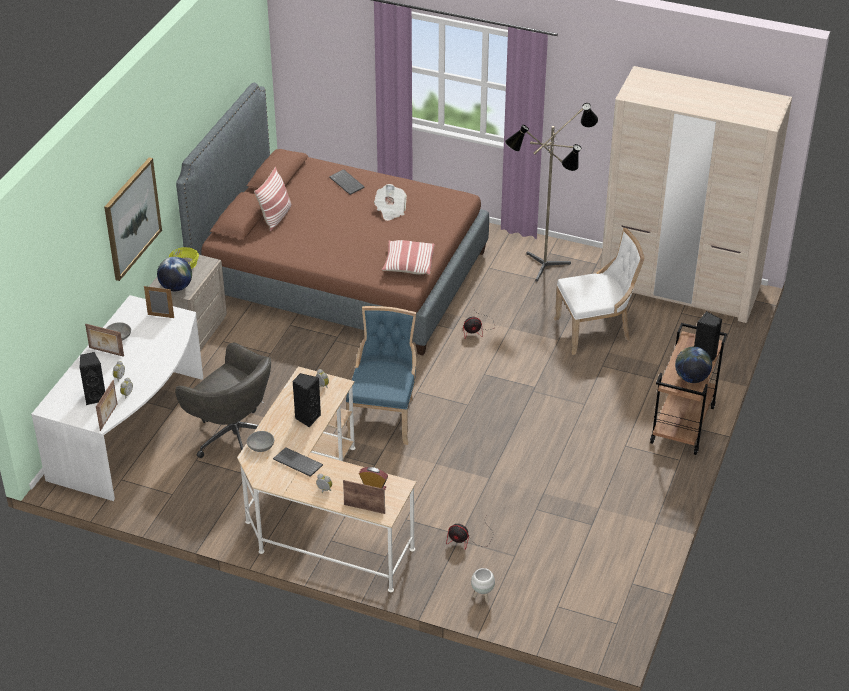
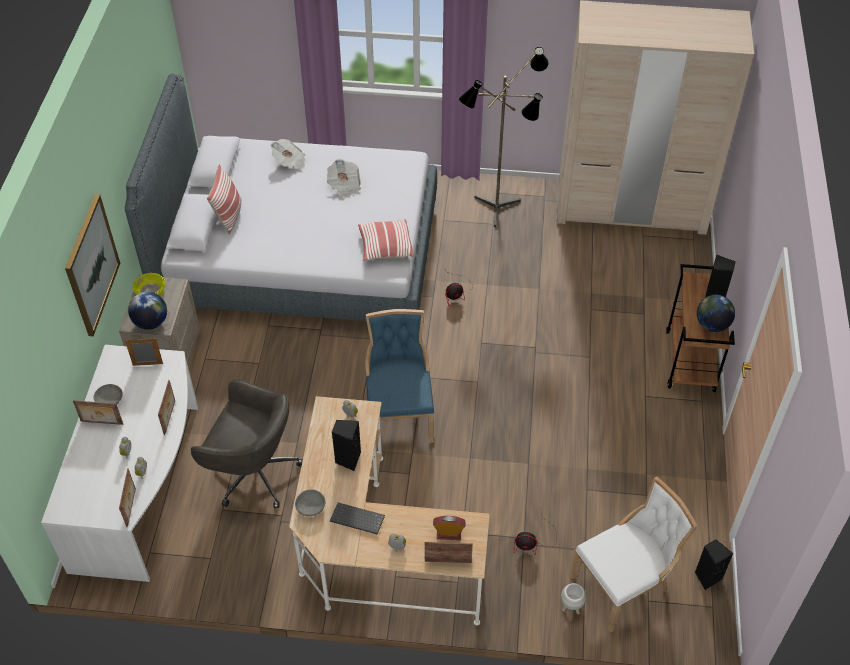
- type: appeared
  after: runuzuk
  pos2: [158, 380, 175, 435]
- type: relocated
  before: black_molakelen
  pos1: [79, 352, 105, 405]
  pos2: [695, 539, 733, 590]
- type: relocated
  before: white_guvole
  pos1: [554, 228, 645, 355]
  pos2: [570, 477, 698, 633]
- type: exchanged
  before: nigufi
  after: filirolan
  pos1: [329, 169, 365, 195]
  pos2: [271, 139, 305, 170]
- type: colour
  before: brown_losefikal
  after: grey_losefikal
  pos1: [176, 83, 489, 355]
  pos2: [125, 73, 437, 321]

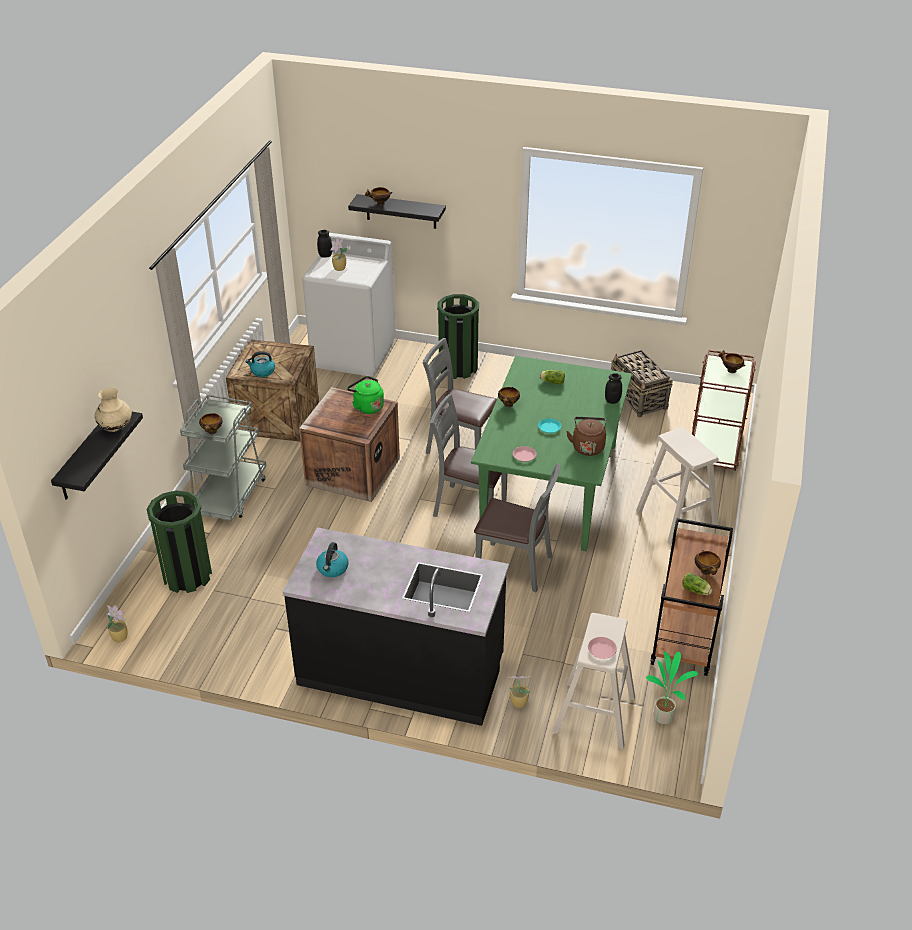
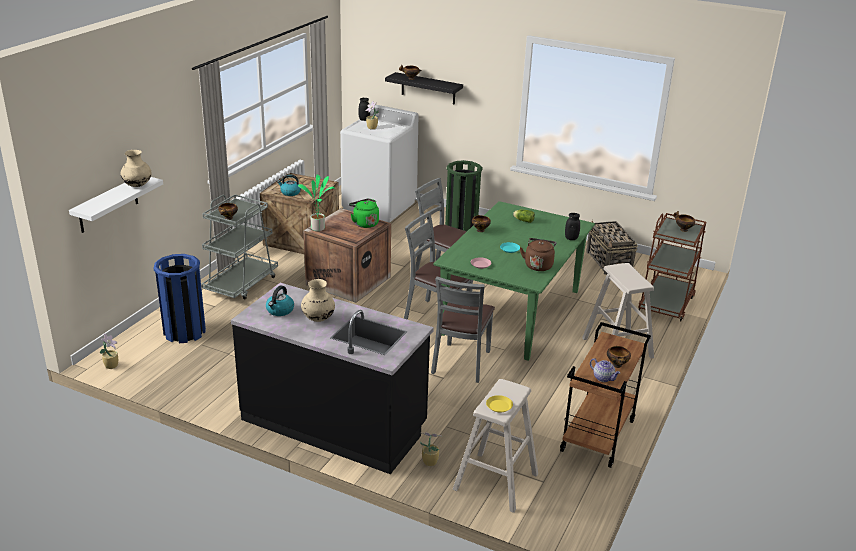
- type: appeared
  after: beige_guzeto
  pos2: [301, 279, 335, 322]
- type: relocated
  before: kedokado
  pos1: [646, 651, 698, 724]
  pos2: [298, 174, 335, 231]
- type: exchanged
  before: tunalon
  after: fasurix
  pos1: [682, 573, 712, 595]
  pos2: [590, 358, 620, 382]
- type: colour
  before: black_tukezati
  after: white_tukezati
  pos1: [51, 412, 143, 500]
  pos2: [69, 177, 163, 233]
- type: colour
  before: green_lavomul
  after: blue_lavomul
  pos1: [147, 490, 212, 593]
  pos2: [154, 254, 206, 343]
- type: colour
  before: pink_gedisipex
  after: yellow_gedisipex
  pos1: [588, 637, 617, 659]
  pos2: [486, 395, 513, 413]
- type: spun
  before: grey_guvole
  pos1: [474, 463, 561, 592]
  pos2: [431, 276, 495, 383]
  turn: 75

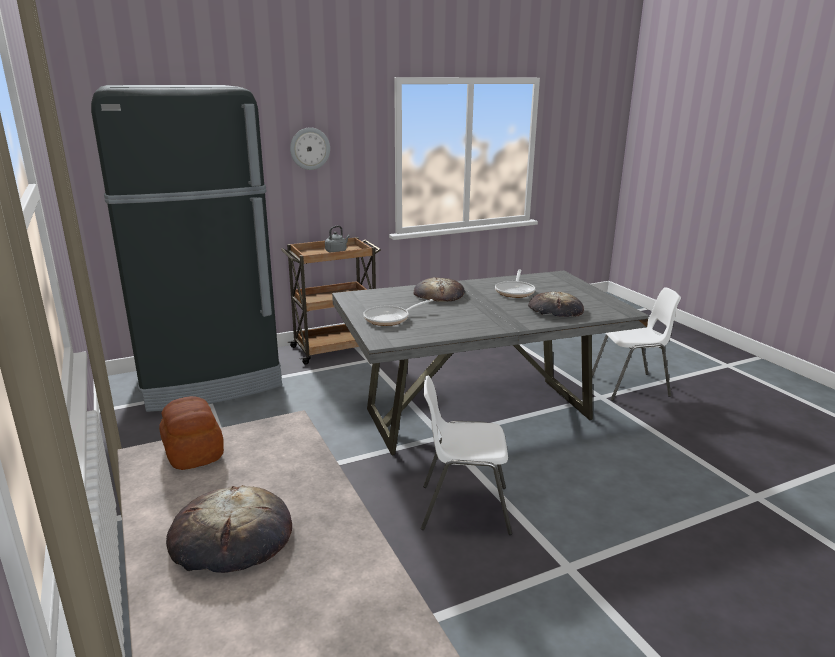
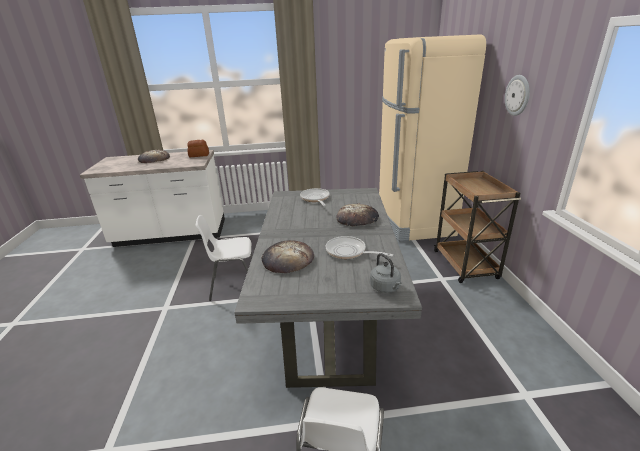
- type: relocated
  before: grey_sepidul
  pos1: [325, 226, 350, 253]
  pos2: [370, 253, 402, 293]
- type: colour
  before: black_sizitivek
  after: beige_sizitivek
  pos1: [91, 85, 282, 412]
  pos2: [379, 34, 486, 241]
- type: spun
  before: white_guvole
  pos1: [421, 375, 512, 535]
  pos2: [196, 215, 253, 301]
  turn: -120

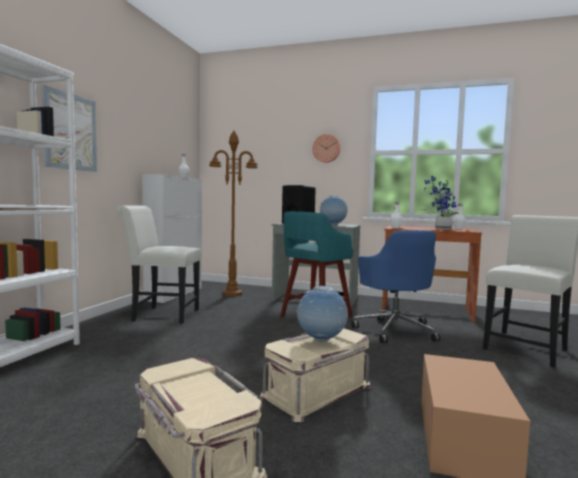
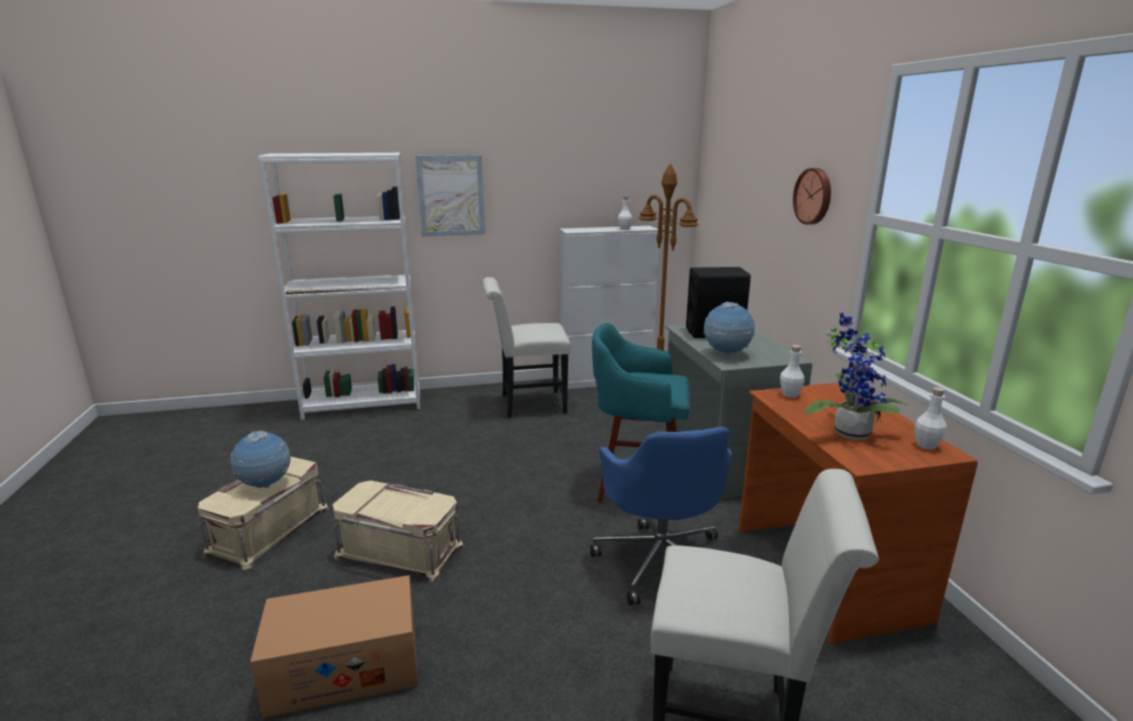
- type: relocated
  before: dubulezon
  pos1: [297, 286, 348, 342]
  pos2: [231, 431, 291, 488]
- type: spun
  before: white_guvole
  pos1: [116, 205, 202, 324]
  pos2: [482, 277, 571, 418]
  turn: -75
- type: spun
  before: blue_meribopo
  pos1: [351, 230, 440, 343]
  pos2: [590, 426, 732, 605]
  turn: -60

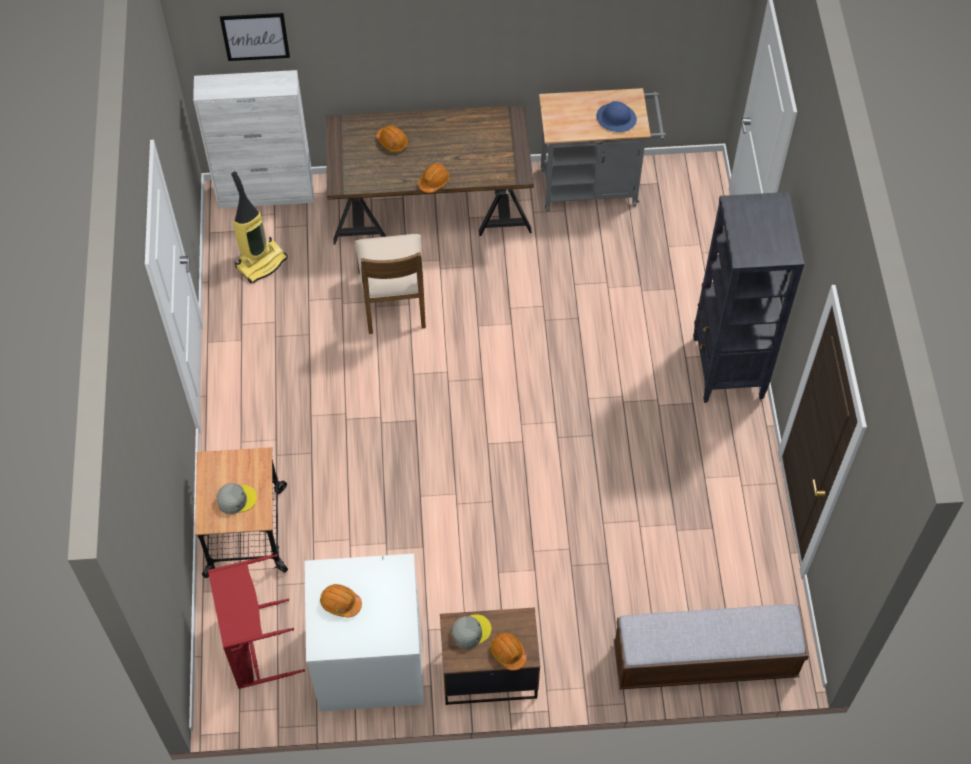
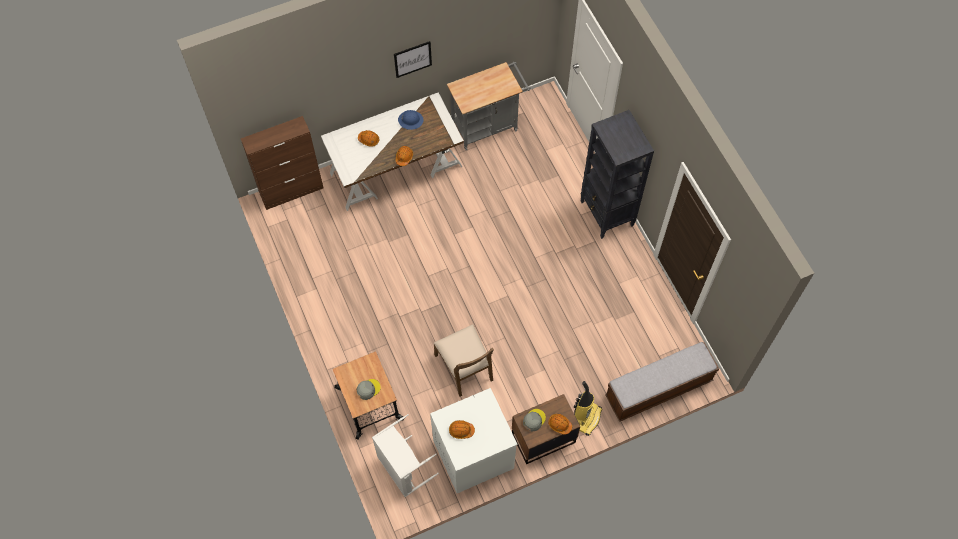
- type: relocated
  before: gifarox
  pos1: [220, 13, 290, 61]
  pos2: [394, 41, 432, 78]
- type: relocated
  before: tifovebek
  pos1: [231, 171, 288, 283]
  pos2: [574, 381, 602, 436]
- type: relocated
  before: brown_guvole
  pos1: [354, 234, 426, 334]
  pos2: [434, 325, 494, 396]
- type: relocated
  before: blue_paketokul
  pos1: [597, 101, 637, 132]
  pos2: [398, 110, 423, 130]
- type: colour
  before: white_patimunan
  after: brown_patimunan
  pos1: [193, 70, 314, 208]
  pos2: [241, 116, 324, 210]
- type: colour
  before: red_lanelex
  after: white_lanelex
  pos1: [208, 554, 305, 689]
  pos2: [372, 414, 439, 497]
- type: colour
  before: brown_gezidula
  after: white_gezidula
  pos1: [325, 105, 534, 245]
  pos2: [321, 92, 464, 211]

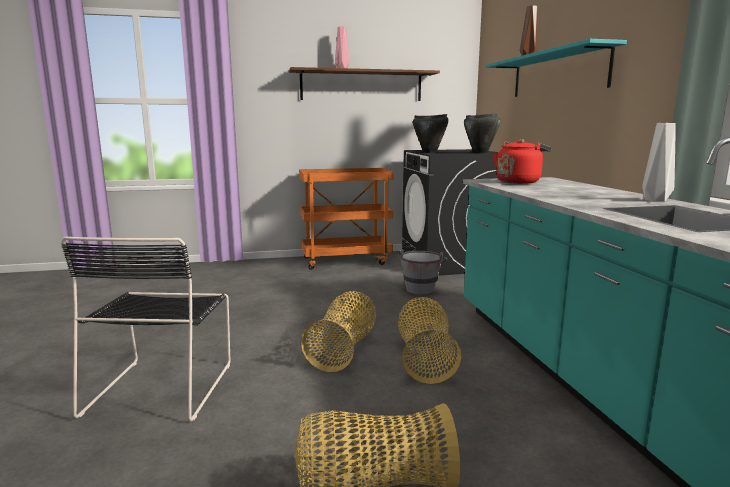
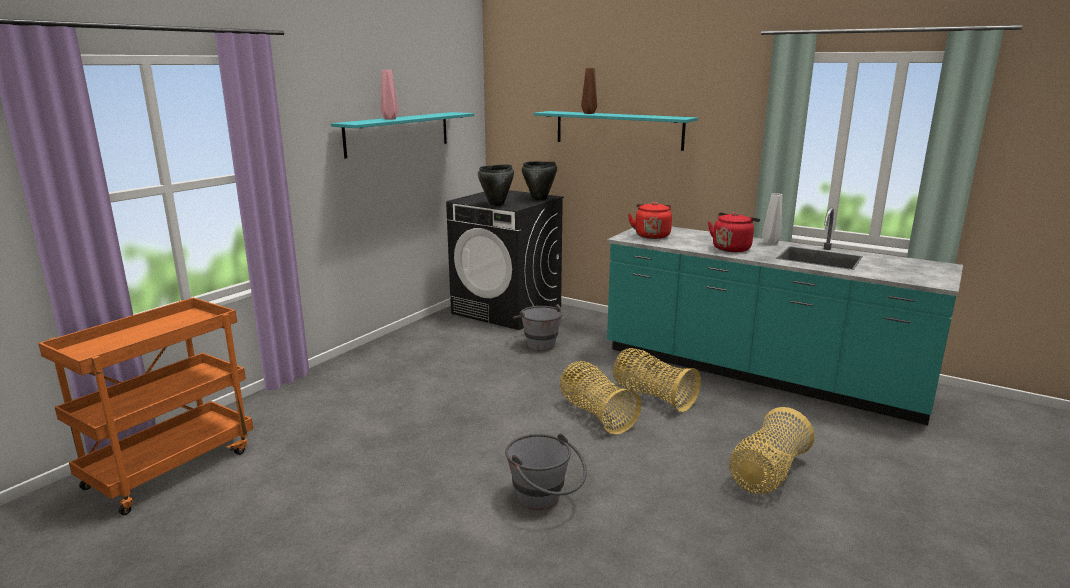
- type: appeared
  after: red_sepidul
  pos2: [708, 212, 760, 252]
- type: relocated
  before: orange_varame
  pos1: [299, 168, 394, 270]
  pos2: [38, 297, 253, 515]
- type: exchanged
  before: black_guvole
  after: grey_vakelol
  pos1: [61, 237, 230, 422]
  pos2: [505, 433, 587, 510]
- type: colour
  before: brown_tukezati
  after: turquoise_tukezati
  pos1: [289, 67, 440, 101]
  pos2: [331, 112, 474, 159]

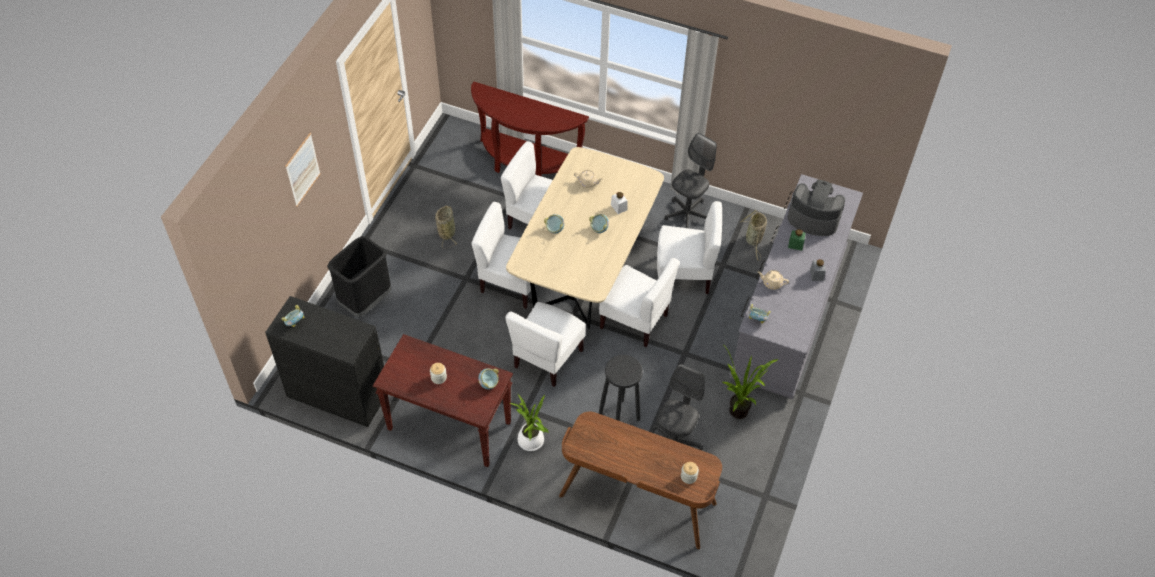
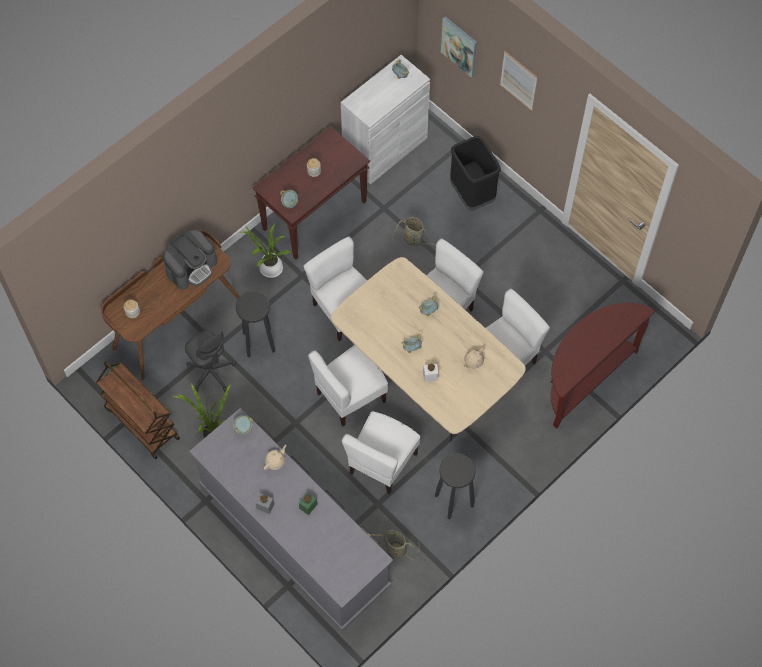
- type: appeared
  after: brown_varame
  pos2: [96, 361, 180, 459]
- type: appeared
  after: gifarox
  pos2: [441, 16, 477, 77]
- type: relocated
  before: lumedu
  pos1: [435, 205, 457, 247]
  pos2: [392, 217, 436, 247]
- type: relocated
  before: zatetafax
  pos1: [787, 180, 845, 236]
  pos2: [163, 230, 217, 290]
- type: exchanged
  before: grey_meribopo
  after: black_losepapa
  pos1: [664, 133, 717, 228]
  pos2: [435, 453, 476, 519]
- type: colour
  before: black_patimunan
  after: white_patimunan
  pos1: [265, 296, 384, 427]
  pos2: [341, 55, 430, 185]

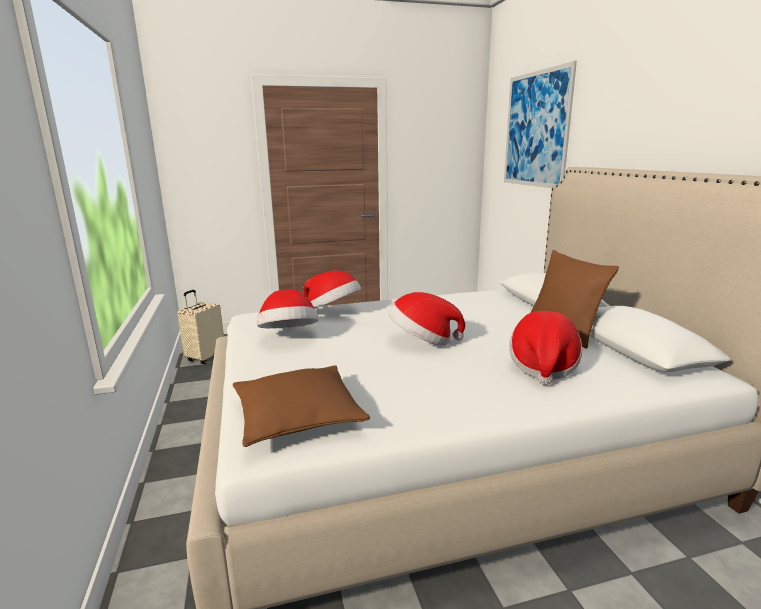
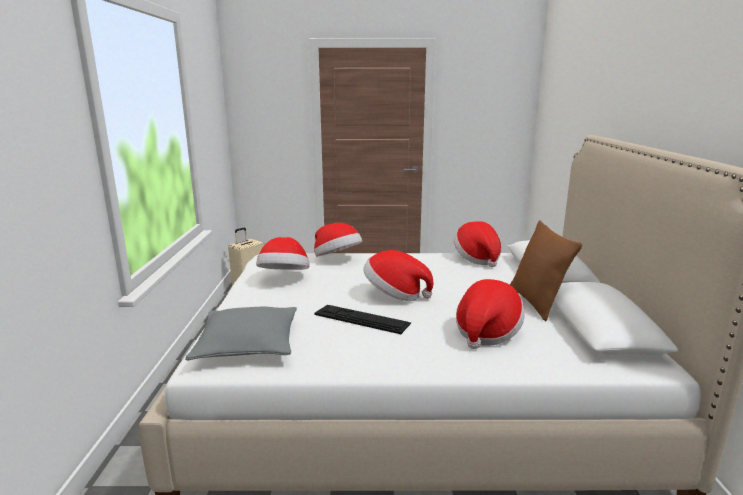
- type: missing
  before: gifarox
  pos1: [504, 61, 577, 188]
- type: appeared
  after: nigufi
  pos2: [314, 305, 411, 334]
- type: appeared
  after: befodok
  pos2: [454, 221, 501, 267]
- type: colour
  before: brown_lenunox
  after: grey_lenunox
  pos1: [233, 366, 370, 447]
  pos2: [185, 307, 297, 361]

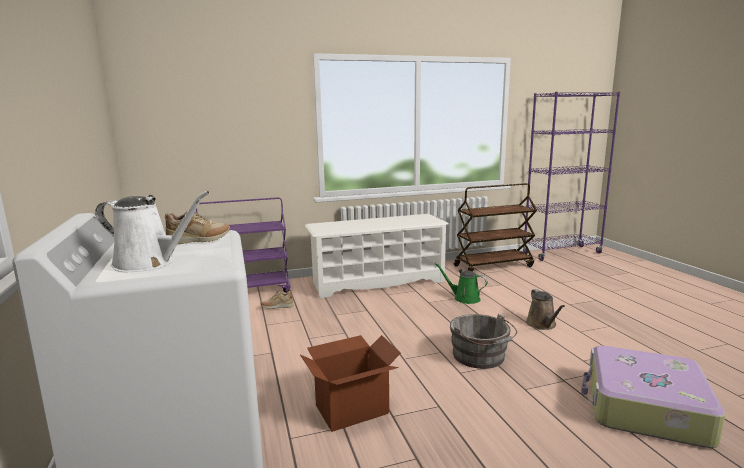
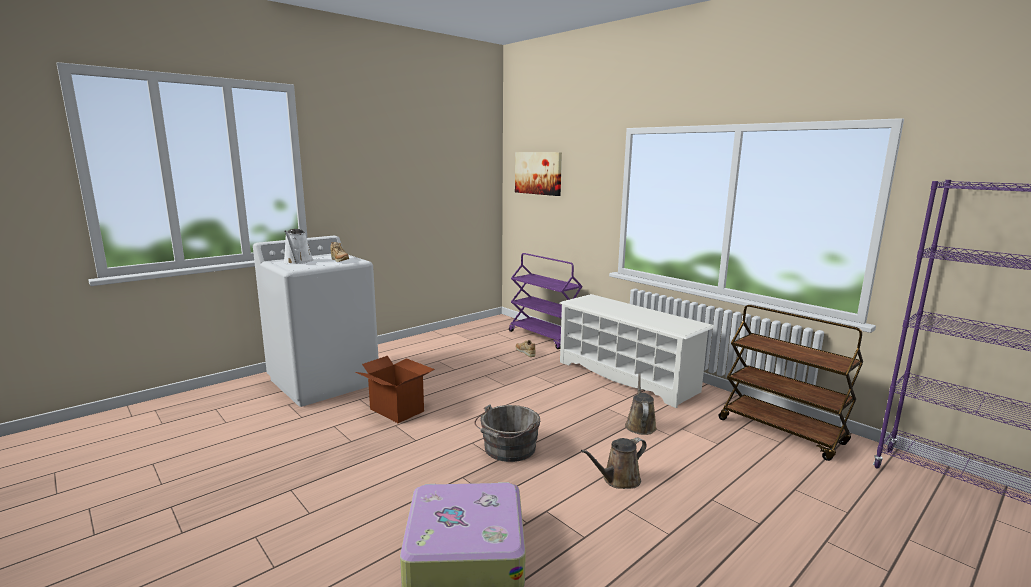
- type: appeared
  after: gifarox
  pos2: [515, 152, 562, 196]
- type: colour
  before: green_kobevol
  after: brown_kobevol
  pos1: [435, 263, 488, 304]
  pos2: [625, 373, 657, 435]

